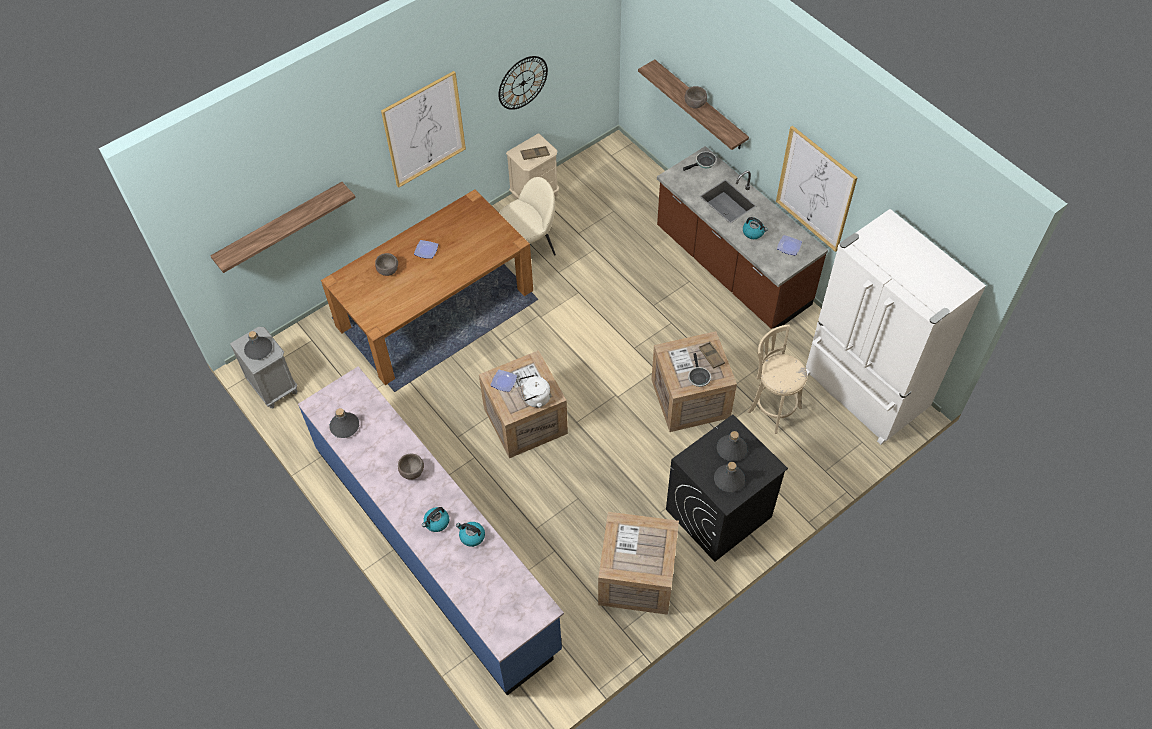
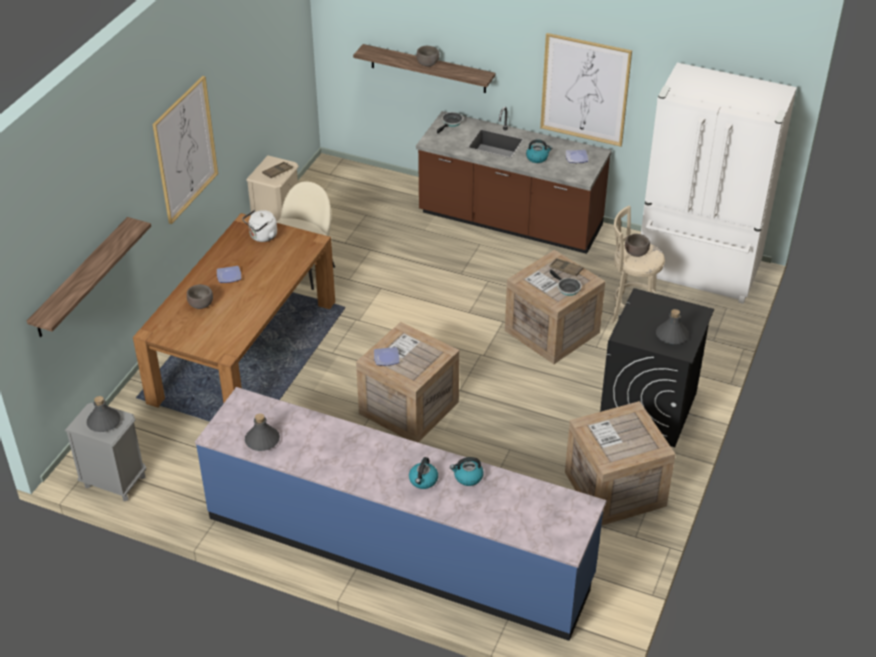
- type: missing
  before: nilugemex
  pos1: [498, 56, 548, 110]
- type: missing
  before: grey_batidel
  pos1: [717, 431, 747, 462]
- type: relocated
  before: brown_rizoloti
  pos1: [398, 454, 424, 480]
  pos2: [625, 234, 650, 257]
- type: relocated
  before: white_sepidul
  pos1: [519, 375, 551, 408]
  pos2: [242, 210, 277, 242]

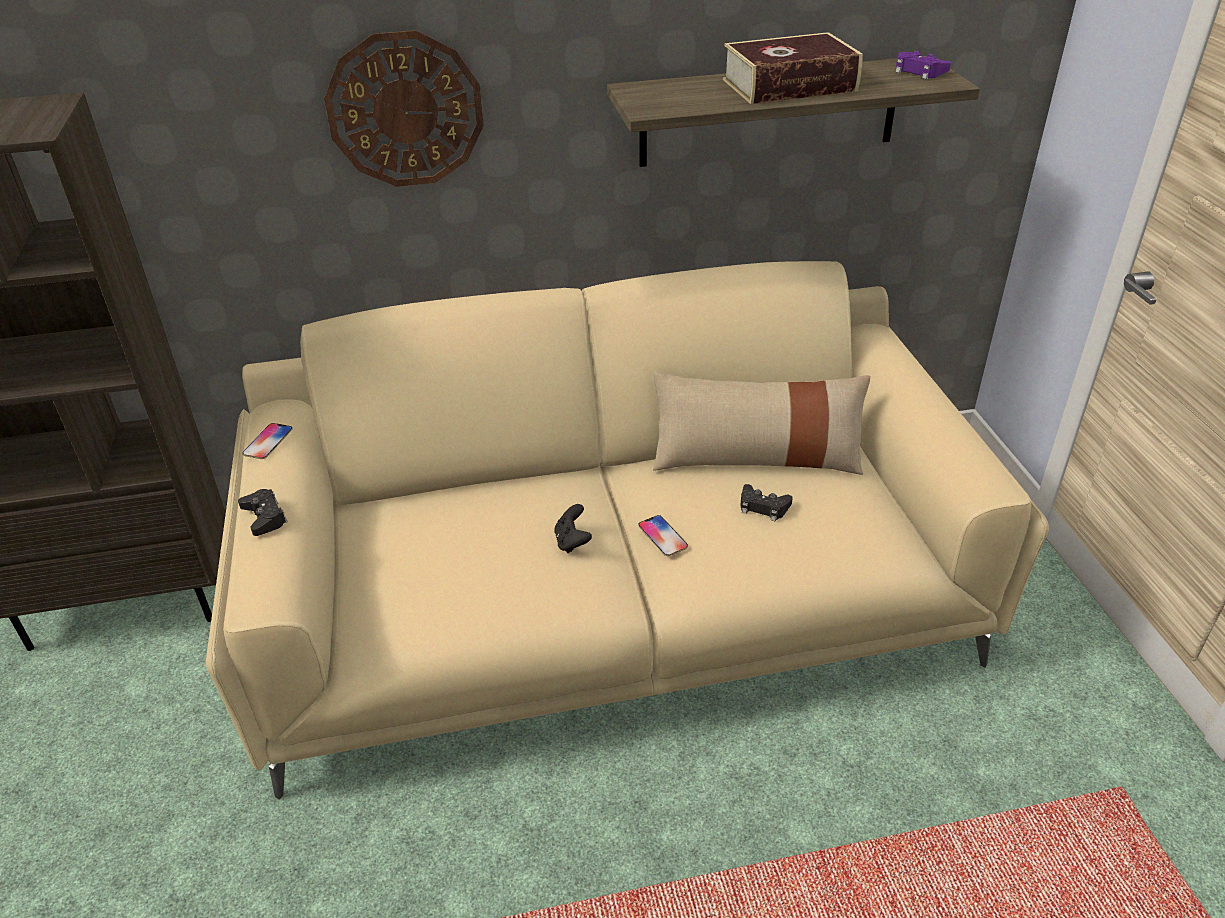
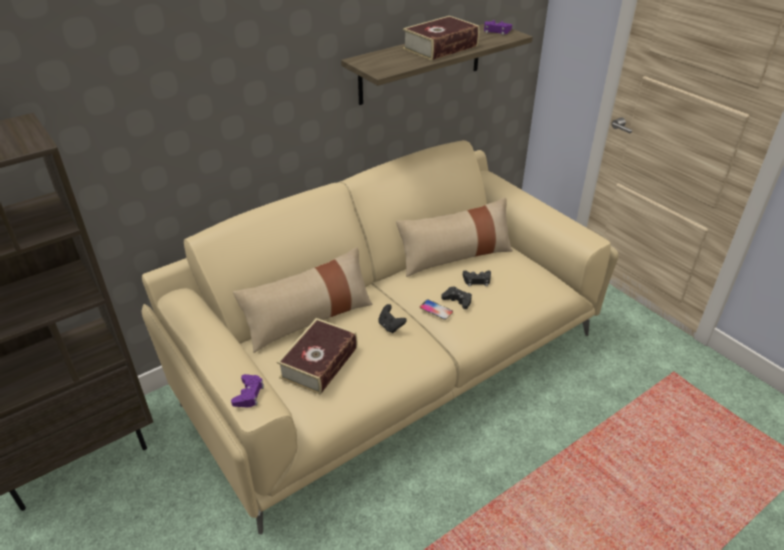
- type: missing
  before: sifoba
  pos1: [243, 423, 293, 459]
- type: missing
  before: nilugemex
  pos1: [324, 30, 484, 187]
- type: appeared
  after: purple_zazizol
  pos2: [231, 374, 264, 407]
- type: appeared
  after: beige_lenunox
  pos2: [233, 247, 373, 353]
- type: appeared
  after: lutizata
  pos2: [277, 318, 357, 395]
- type: relocated
  before: black_zazizol
  pos1: [238, 489, 288, 536]
  pos2: [441, 286, 472, 309]

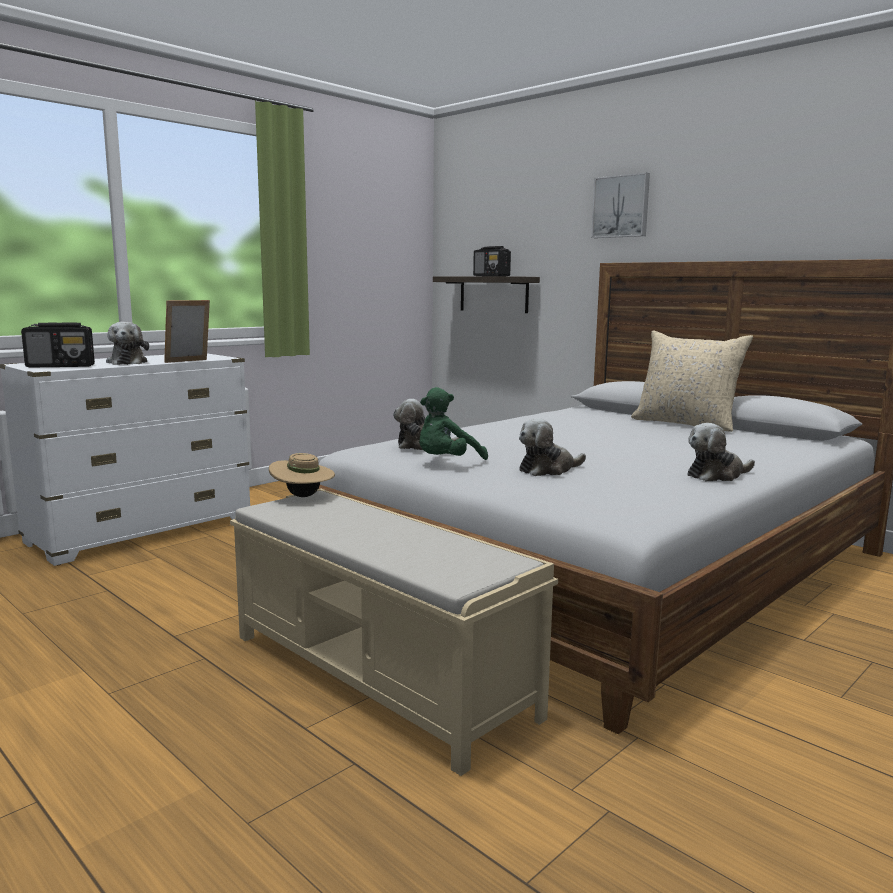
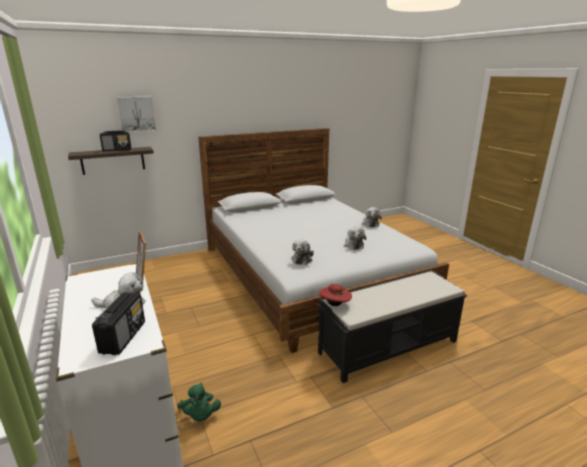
- type: missing
  before: beige_lenunox
  pos1: [631, 330, 753, 432]
- type: relocated
  before: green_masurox
  pos1: [419, 387, 488, 460]
  pos2: [177, 383, 221, 421]
- type: relocated
  before: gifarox
  pos1: [591, 172, 650, 238]
  pos2: [116, 96, 157, 132]
- type: colour
  before: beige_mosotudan
  after: black_mosotudan
  pos1: [230, 488, 558, 776]
  pos2: [317, 270, 467, 383]
- type: colour
  before: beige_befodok
  after: red_befodok
  pos1: [269, 453, 335, 497]
  pos2: [319, 284, 352, 306]

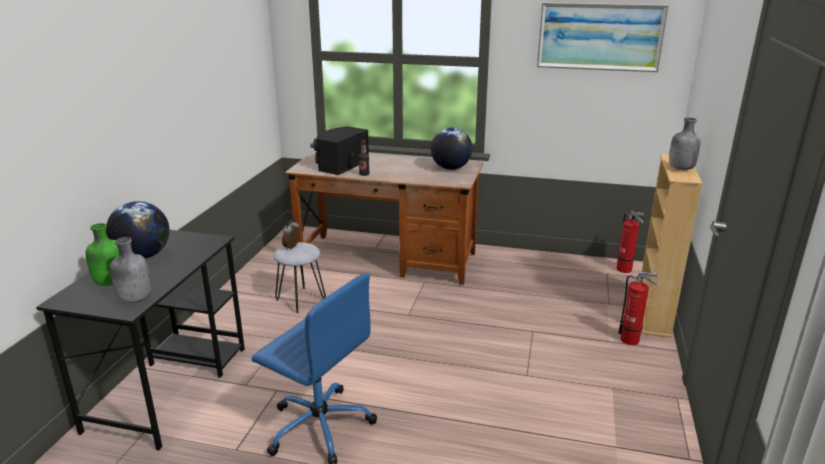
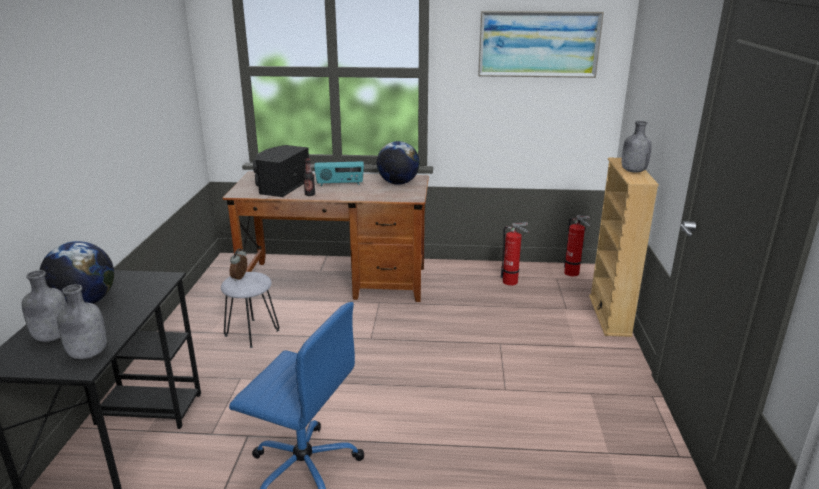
- type: appeared
  after: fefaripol
  pos2: [314, 161, 364, 186]
- type: relocated
  before: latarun
  pos1: [618, 272, 658, 345]
  pos2: [501, 222, 529, 285]
- type: colour
  before: green_batidel
  after: grey_batidel
  pos1: [86, 223, 119, 286]
  pos2: [21, 270, 67, 342]

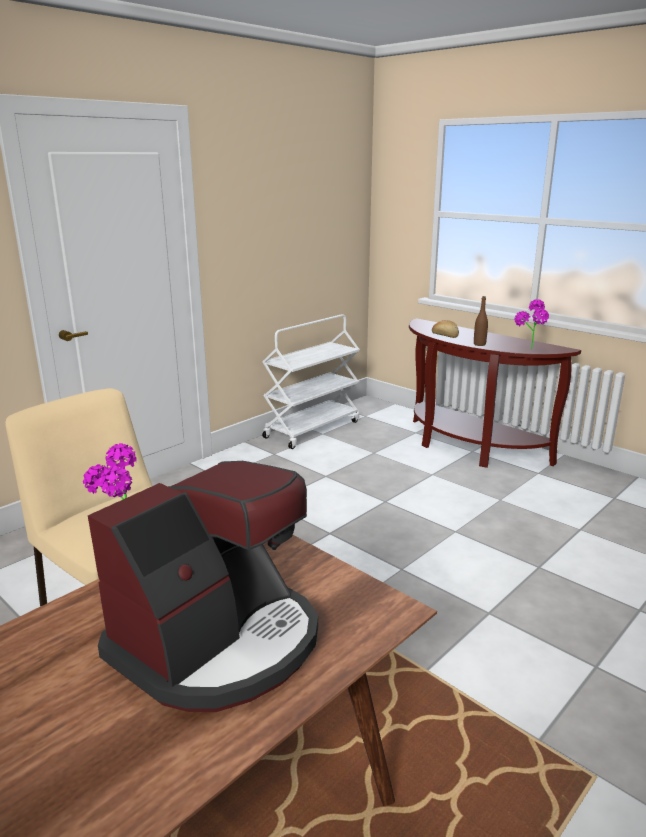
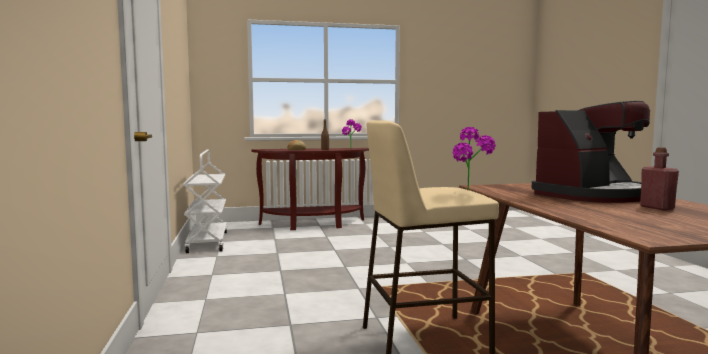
- type: appeared
  after: red_batidel
  pos2: [640, 147, 679, 210]
- type: spun
  before: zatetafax
  pos1: [88, 461, 318, 712]
  pos2: [532, 101, 650, 203]
  turn: 75

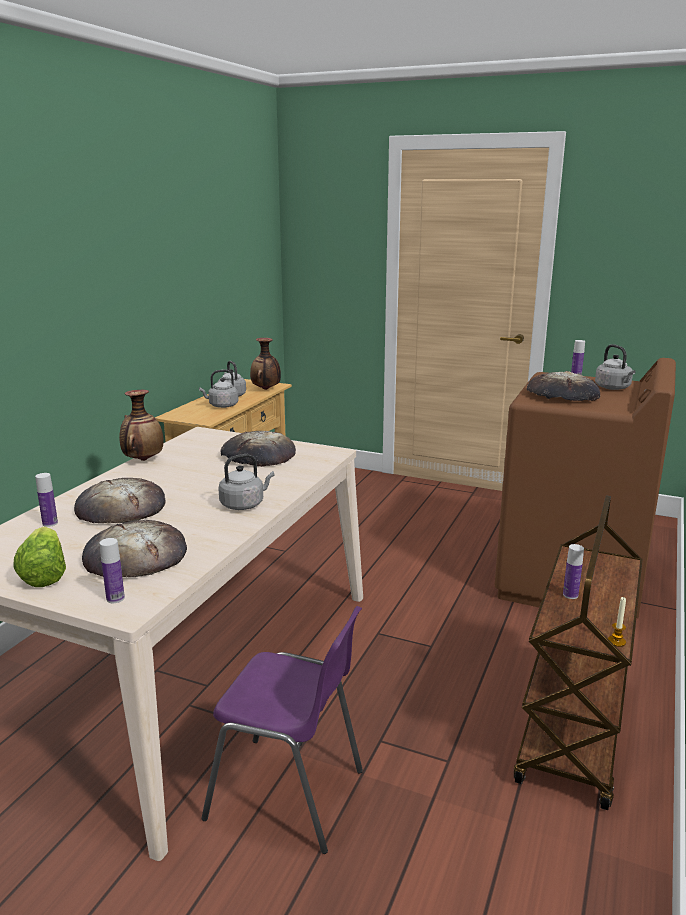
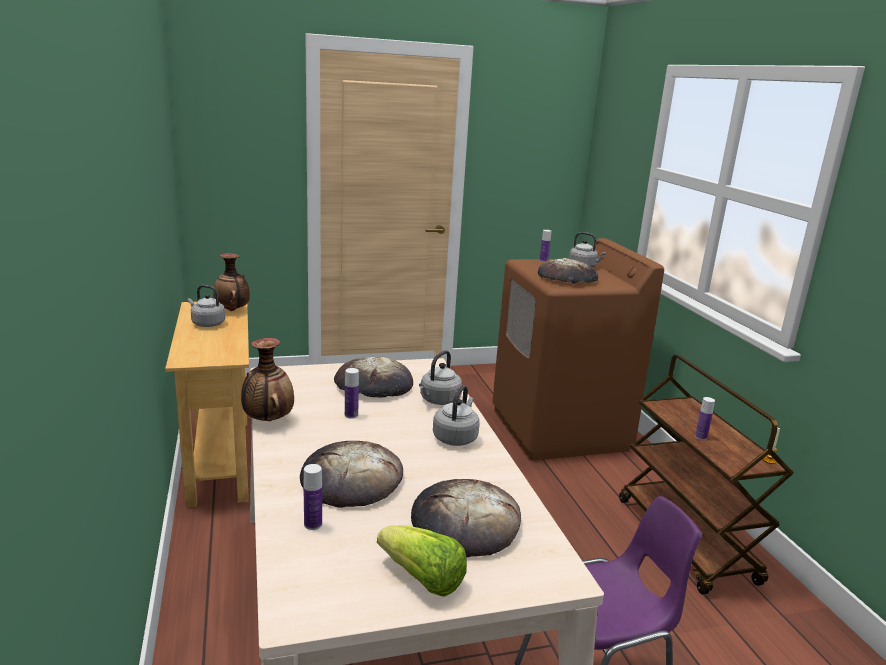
- type: relocated
  before: batidel
  pos1: [100, 538, 125, 603]
  pos2: [345, 368, 359, 418]
- type: relocated
  before: grey_sepidul
  pos1: [199, 369, 239, 408]
  pos2: [419, 350, 462, 405]

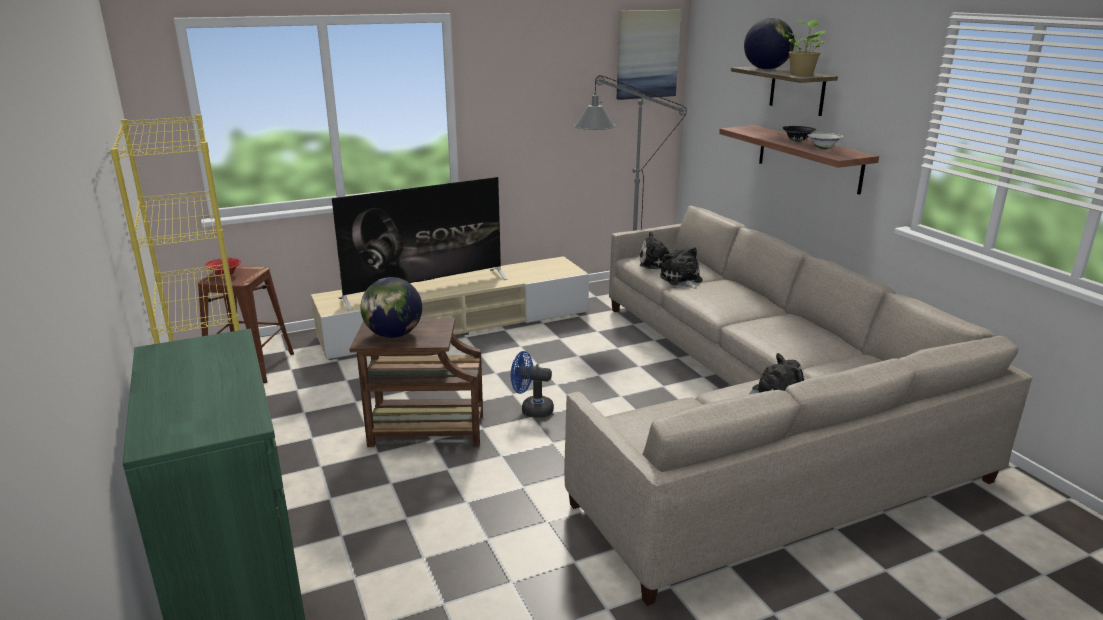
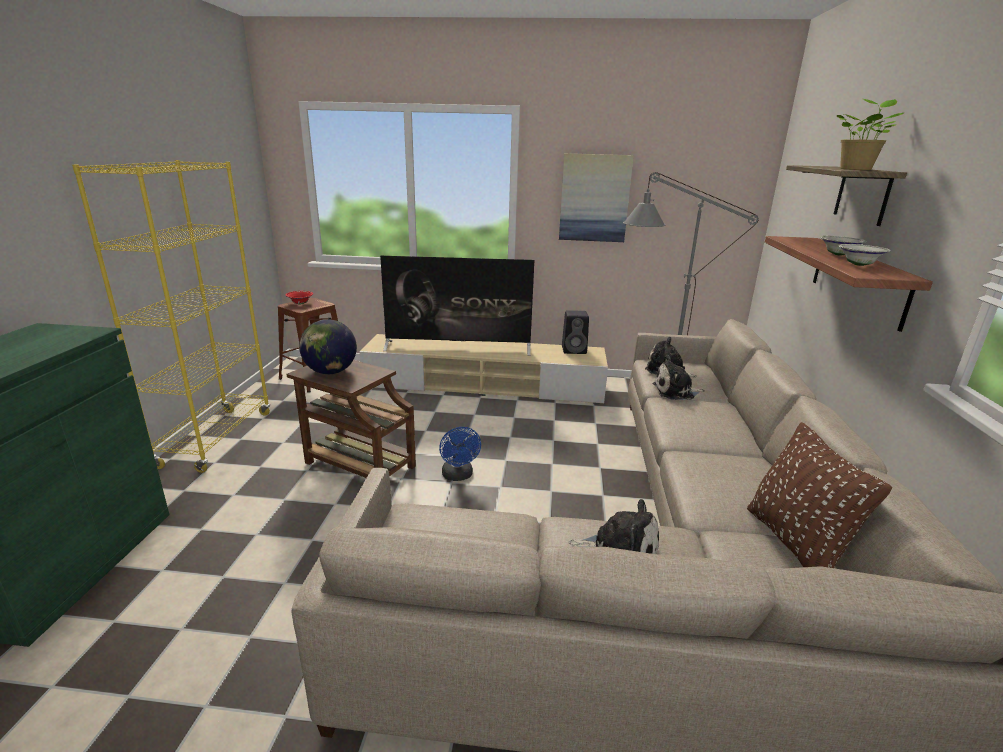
- type: missing
  before: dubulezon
  pos1: [744, 18, 794, 70]
- type: appeared
  after: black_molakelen
  pos2: [562, 310, 589, 354]
- type: appeared
  after: brown_lenunox
  pos2: [747, 422, 892, 568]
- type: relocated
  before: gifarox
  pos1: [616, 10, 681, 100]
  pos2: [559, 153, 634, 242]
- type: colour
  before: black_rizoloti
  after: white_rizoloti
  pos1: [782, 126, 816, 142]
  pos2: [820, 236, 867, 256]
- type: spun
  before: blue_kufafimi
  pos1: [511, 351, 554, 418]
  pos2: [439, 427, 481, 481]
  turn: -150
- type: spun
  before: masurox
  pos1: [660, 247, 702, 289]
  pos2: [652, 355, 705, 400]
  turn: -105

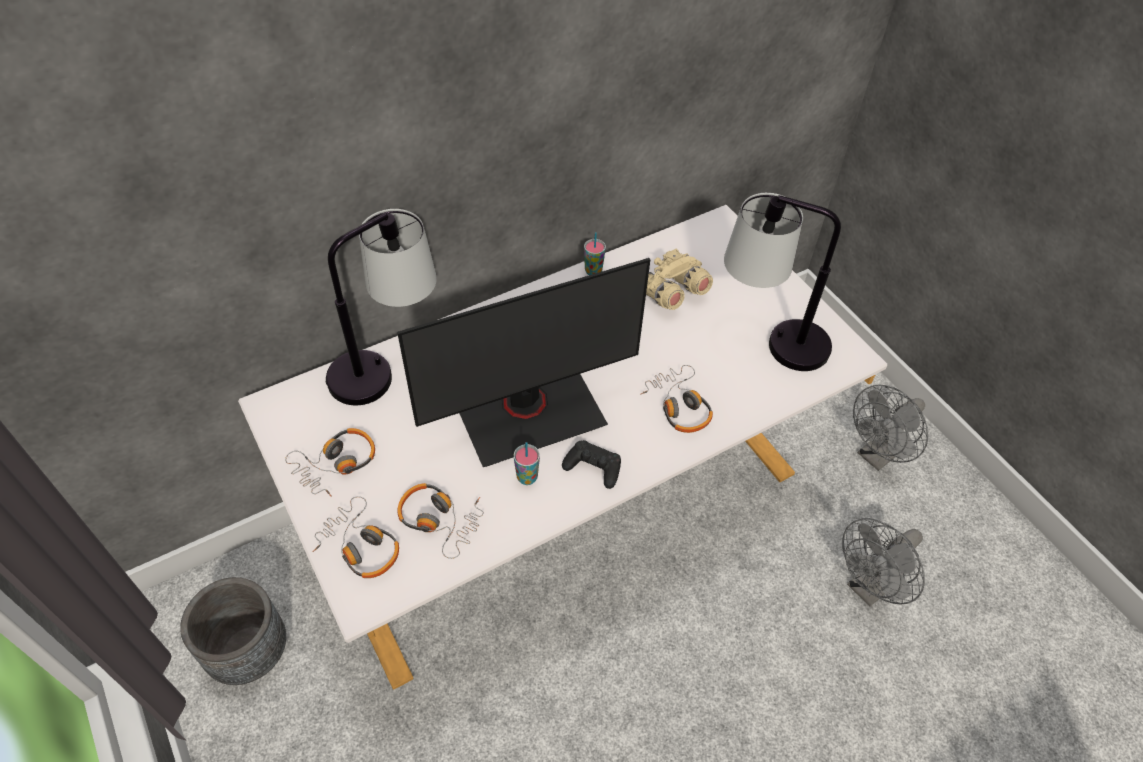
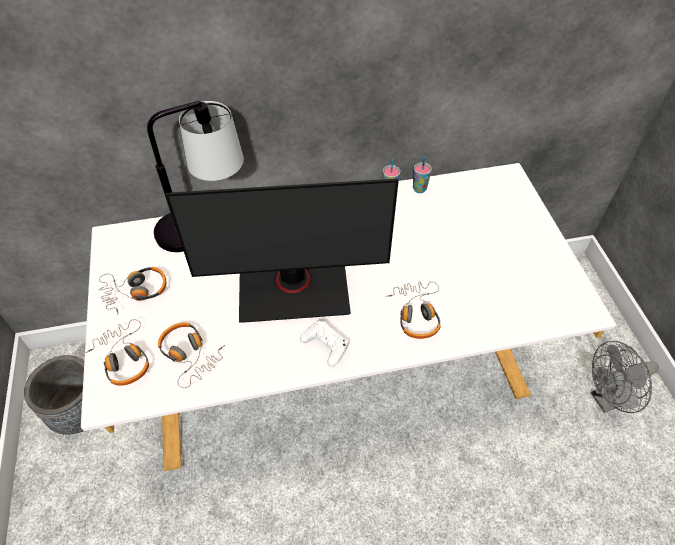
- type: missing
  before: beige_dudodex
  pos1: [646, 249, 713, 310]
- type: missing
  before: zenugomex
  pos1: [724, 193, 841, 371]
- type: missing
  before: grey_kufafimi
  pos1: [842, 518, 925, 607]
- type: relocated
  before: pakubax
  pos1: [514, 442, 540, 485]
  pos2: [413, 157, 432, 193]
- type: colour
  before: black_zazizol
  after: white_zazizol
  pos1: [562, 440, 621, 489]
  pos2: [300, 321, 349, 367]

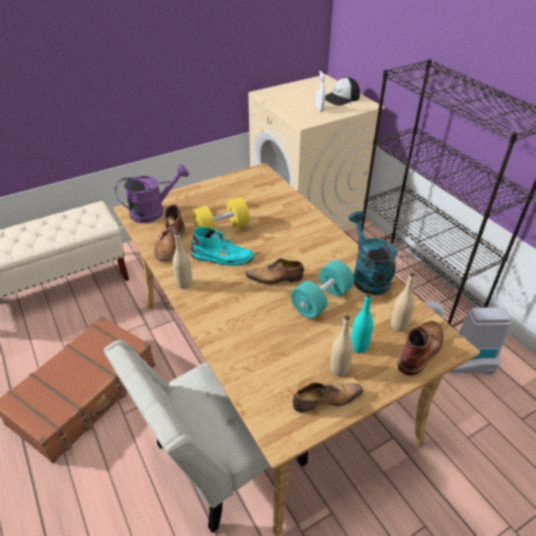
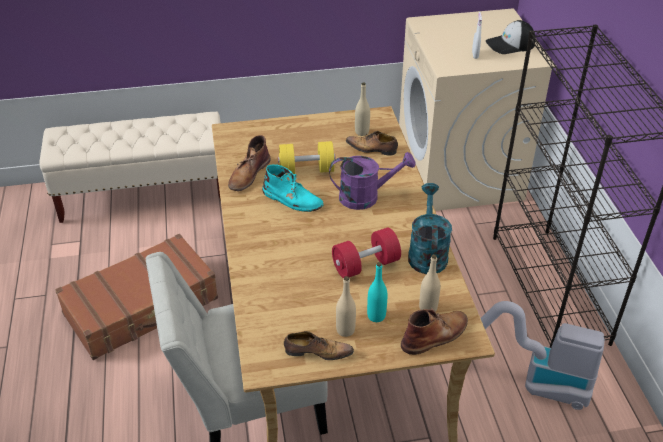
- type: relocated
  before: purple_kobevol
  pos1: [115, 164, 189, 223]
  pos2: [329, 152, 415, 210]
- type: relocated
  before: beige_batidel
  pos1: [173, 232, 192, 289]
  pos2: [355, 82, 370, 136]
- type: relocated
  before: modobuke
  pos1: [246, 258, 304, 284]
  pos2: [346, 131, 398, 155]
- type: colour
  before: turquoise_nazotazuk
  after: red_nazotazuk
  pos1: [291, 260, 354, 319]
  pos2: [332, 228, 401, 278]

